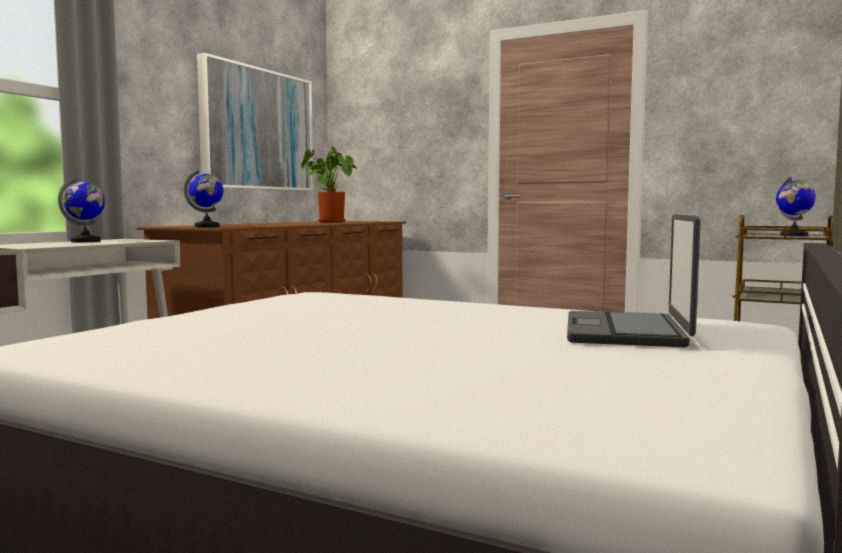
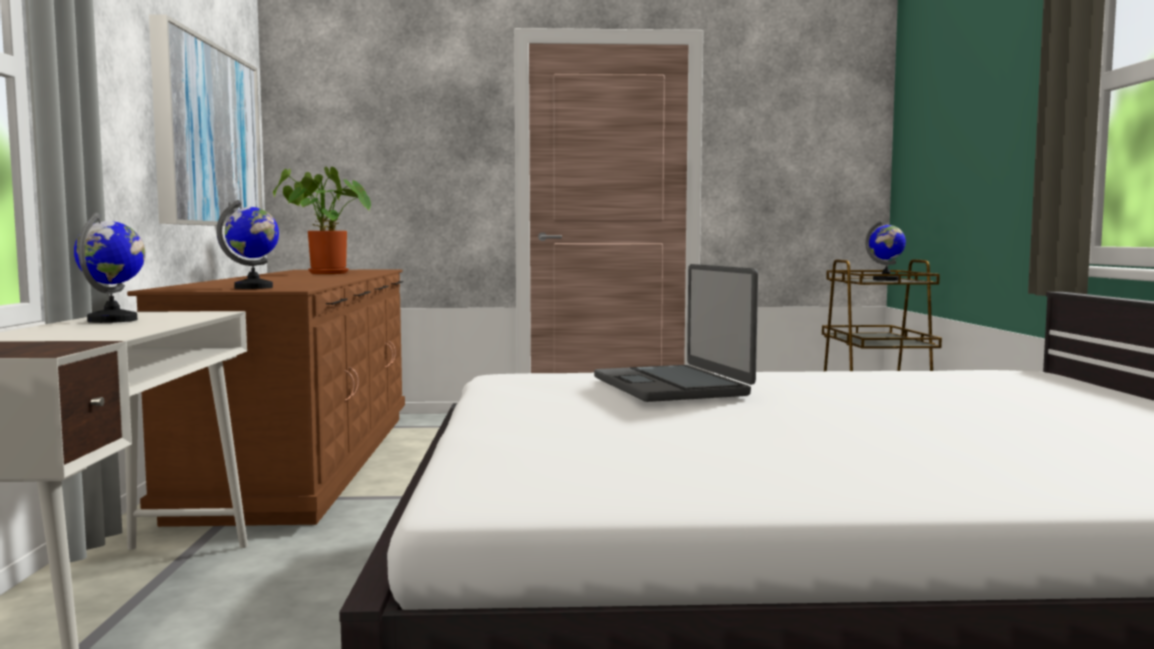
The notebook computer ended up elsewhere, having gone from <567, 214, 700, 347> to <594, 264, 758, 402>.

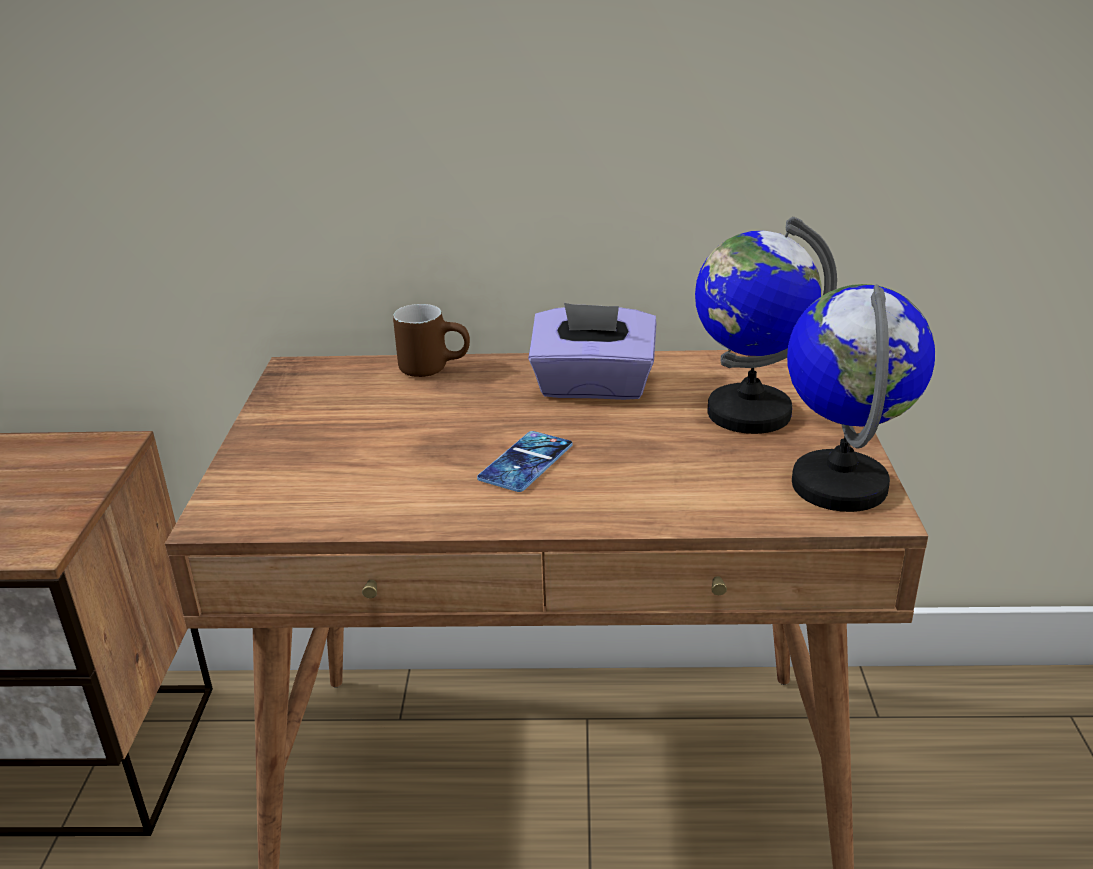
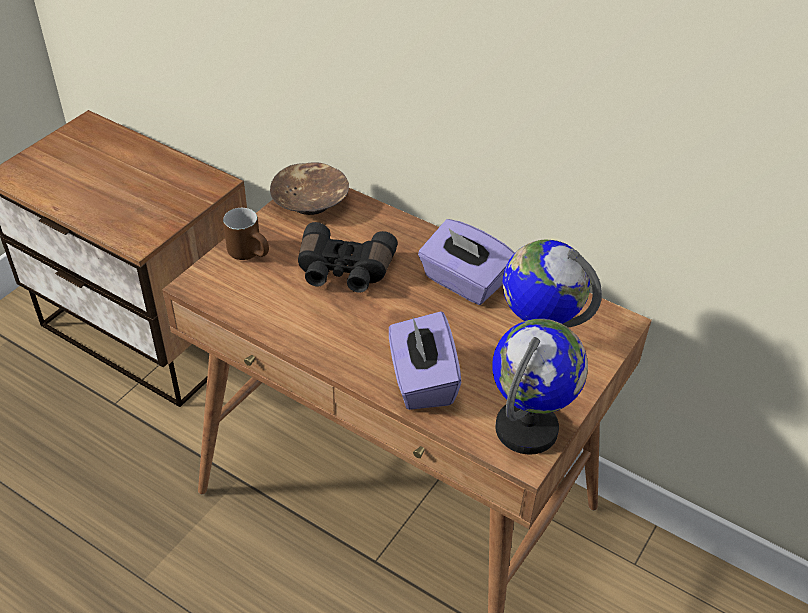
The brownish tea mug ended up elsewhere, having gone from <393, 304, 470, 377> to <223, 208, 269, 260>.
The second view gained the brownish serving bowl at <270, 162, 349, 215>.
The second view gained the black binoculars at <298, 222, 398, 293>.
The second view gained the purplish tissue box at <389, 311, 461, 410>.
The second view lost the handset at <477, 431, 573, 492>.

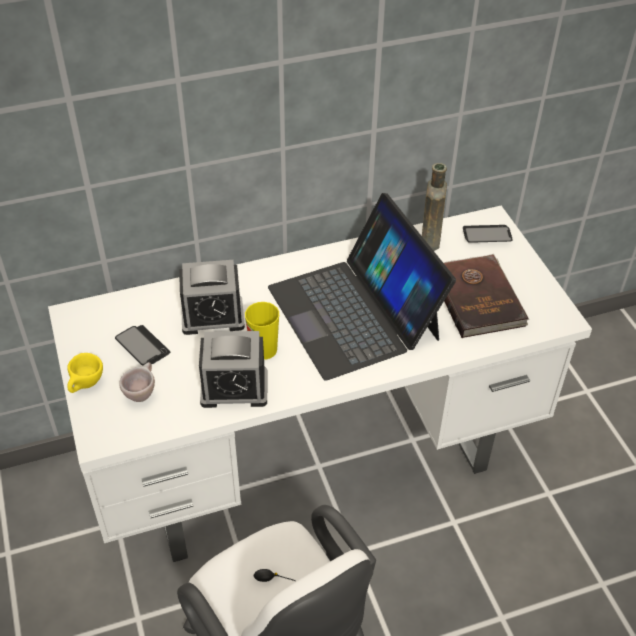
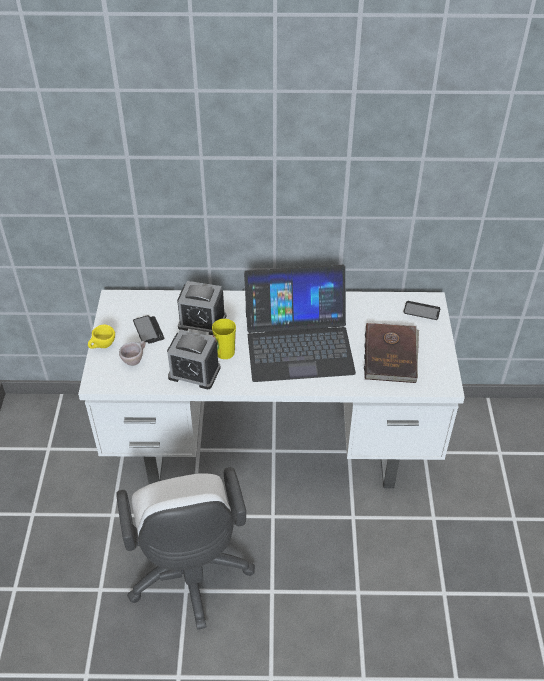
The notebook computer at <268, 193, 456, 381> ended up facing another way, 90 degrees counterclockwise from before.
The second view lost the brownish beverage bottle at <422, 163, 447, 251>.

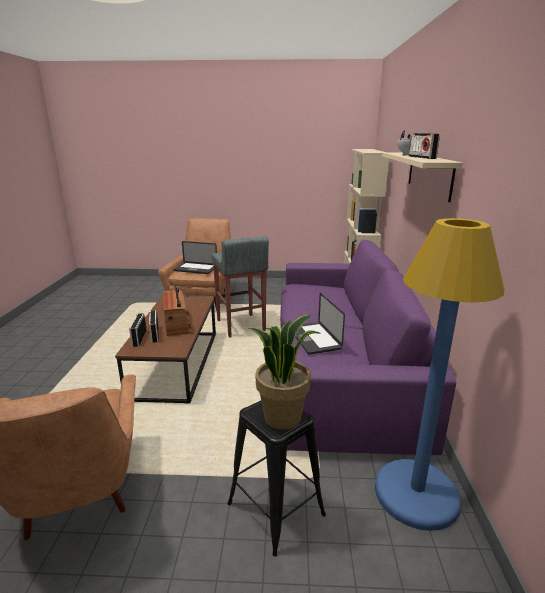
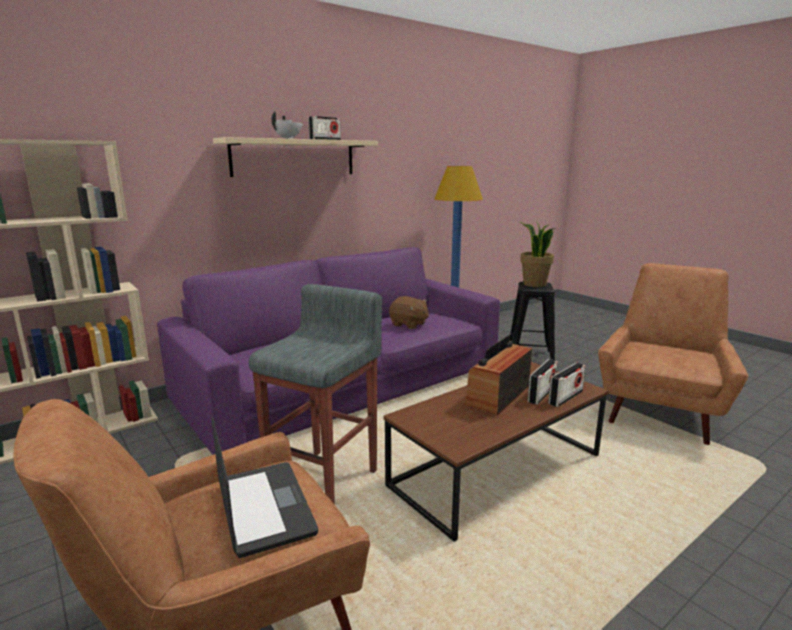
Where the notebook computer stood at <289, 293, 345, 355>, the brownish soft toy came to stand at <389, 296, 429, 329>.

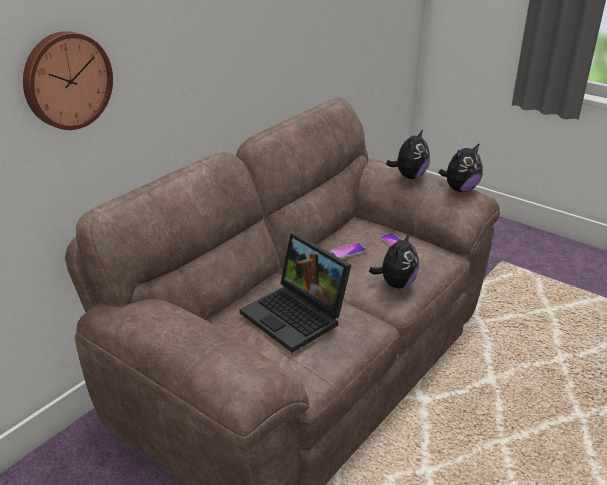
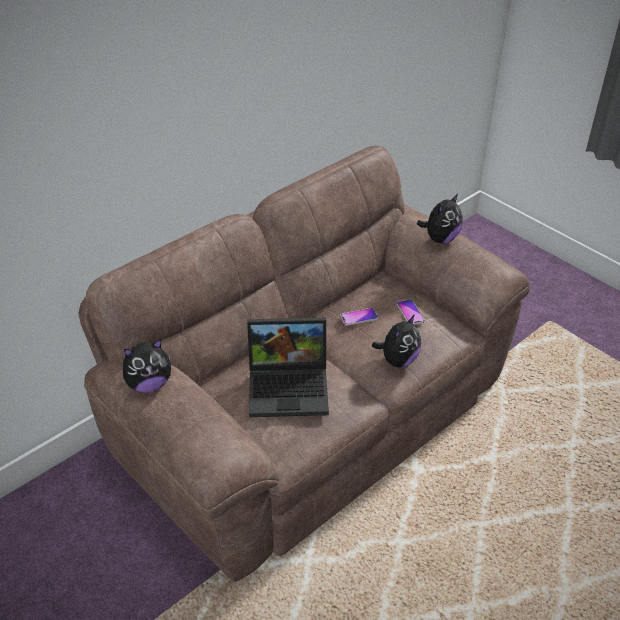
The soft toy ended up elsewhere, having gone from <438, 143, 483, 192> to <123, 339, 171, 393>.
The notebook computer at <240, 233, 351, 353> ended up facing another way, 60 degrees counterclockwise from before.
The second view lost the clock on the wall at <23, 31, 113, 130>.

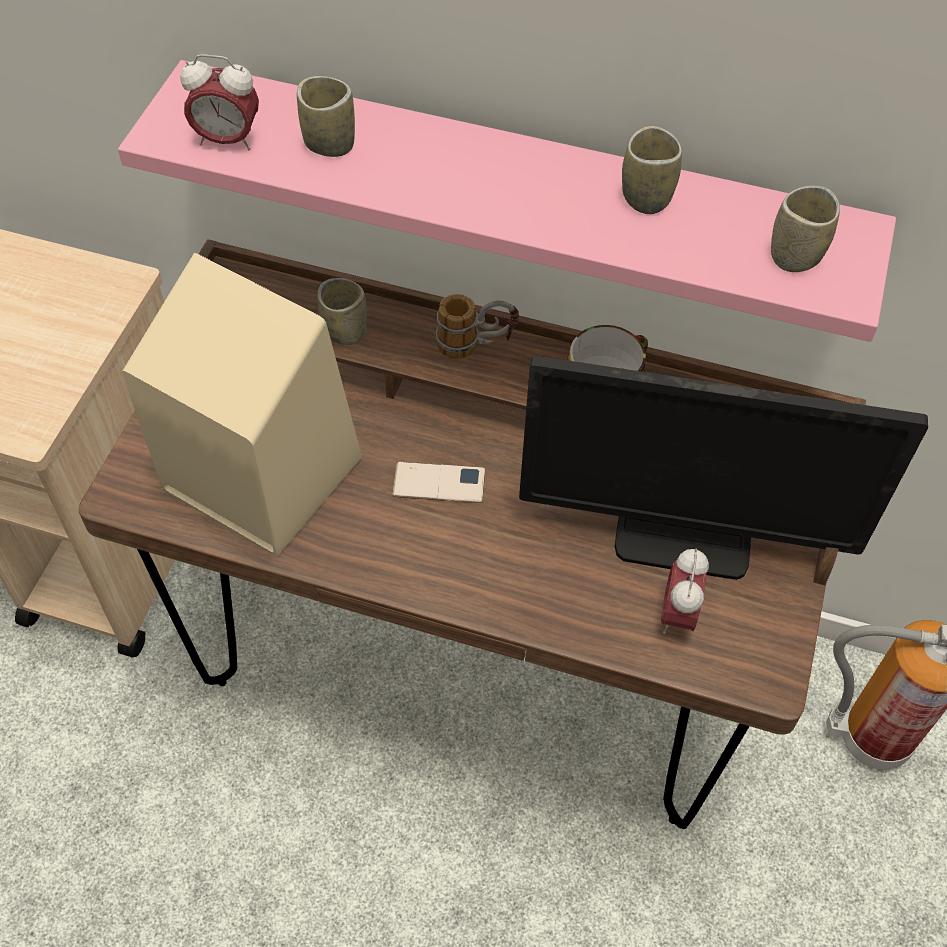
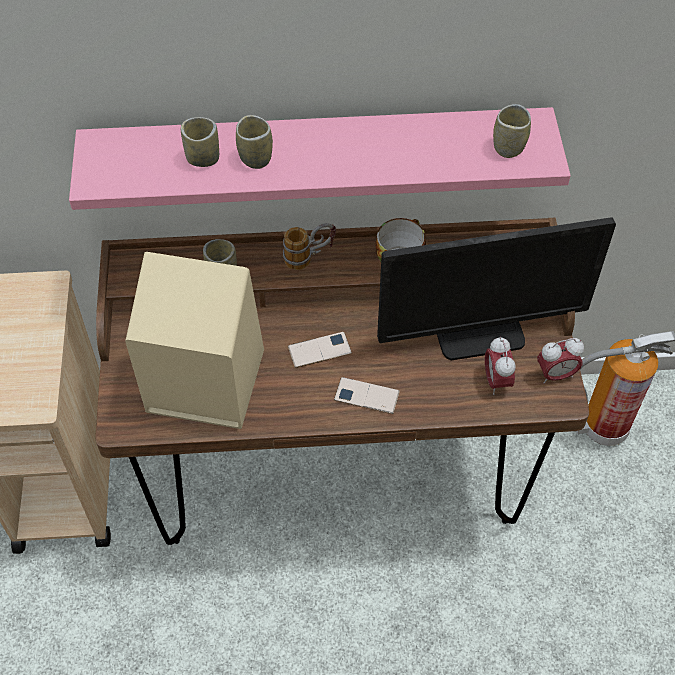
The cup ended up elsewhere, having gone from <622, 126, 682, 214> to <236, 115, 273, 169>.
The second view gained the handset at <334, 377, 400, 414>.
The bedside clock ended up elsewhere, having gone from <180, 54, 259, 150> to <537, 338, 584, 384>.

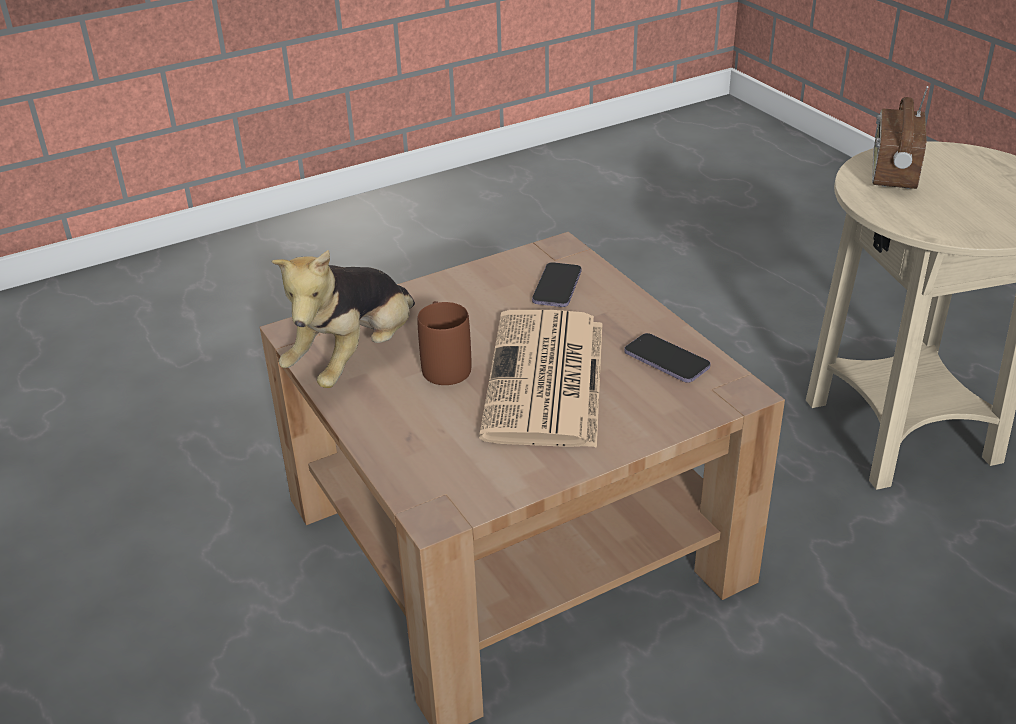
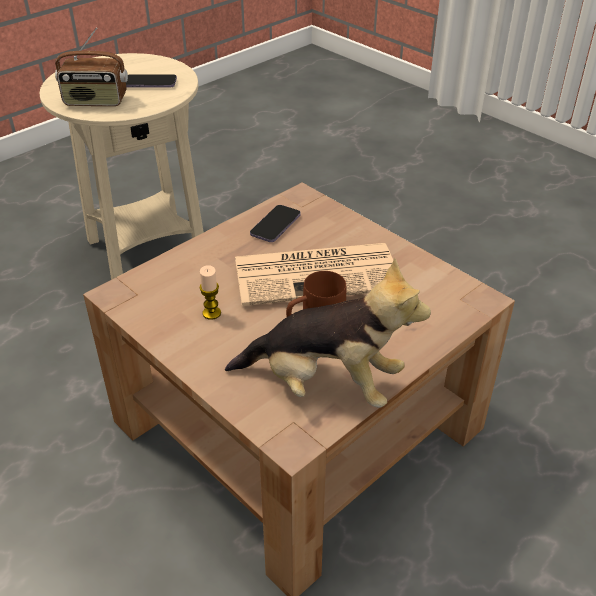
The handset ended up elsewhere, having gone from <532, 262, 582, 307> to <126, 74, 177, 88>.
The second view gained the wax candle at <200, 265, 221, 320>.

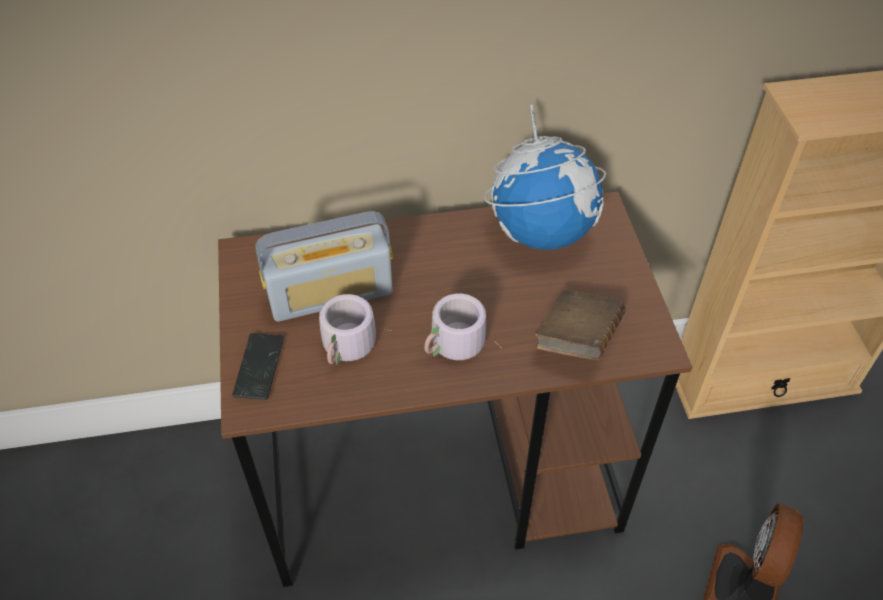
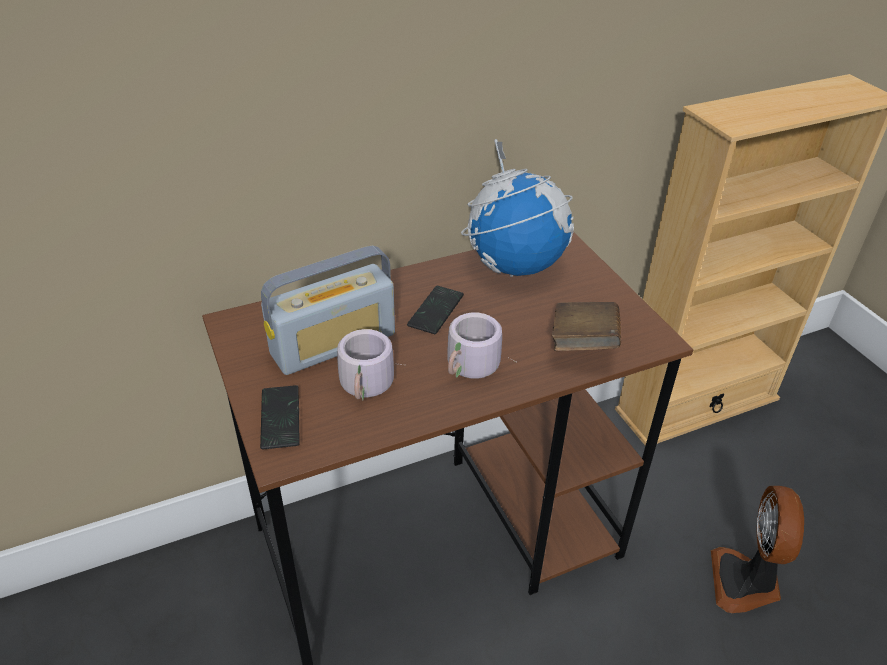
The second view gained the handset at <407, 286, 464, 334>.

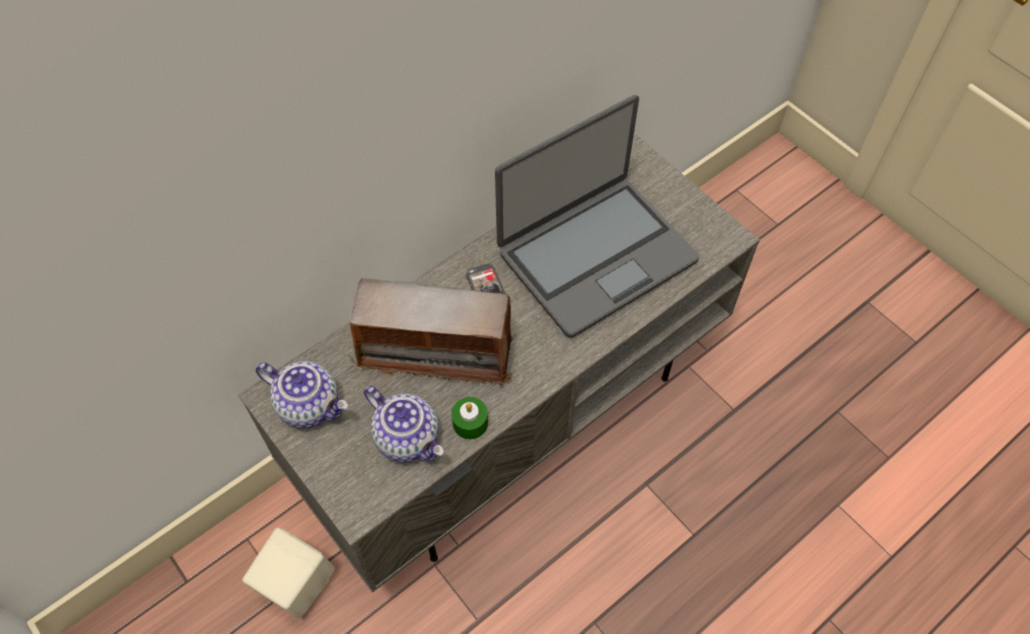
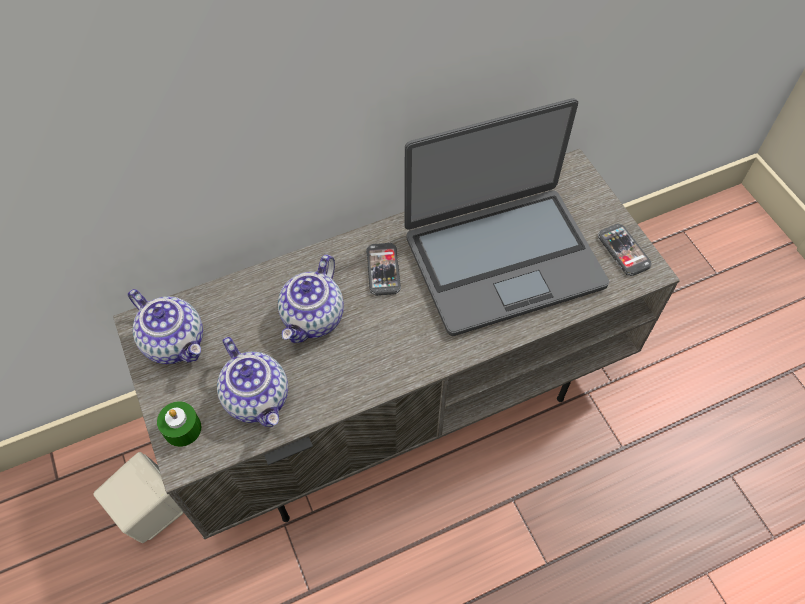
The greenish wax candle ended up elsewhere, having gone from <451, 397, 488, 439> to <157, 402, 201, 447>.
Where the radio stood at <348, 278, 517, 386>, the tea pot came to stand at <278, 255, 344, 343>.
The second view gained the handset at <598, 224, 652, 276>.

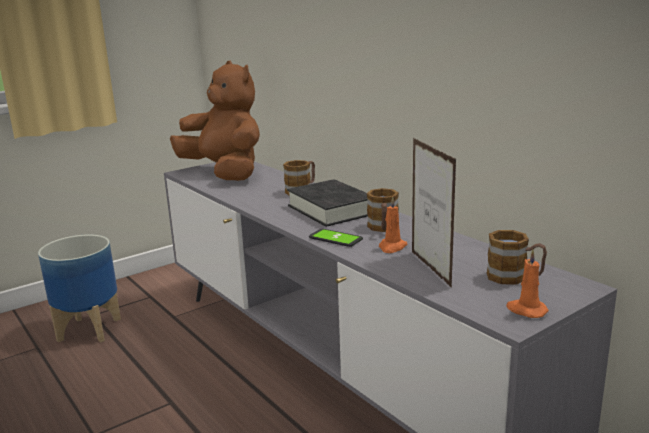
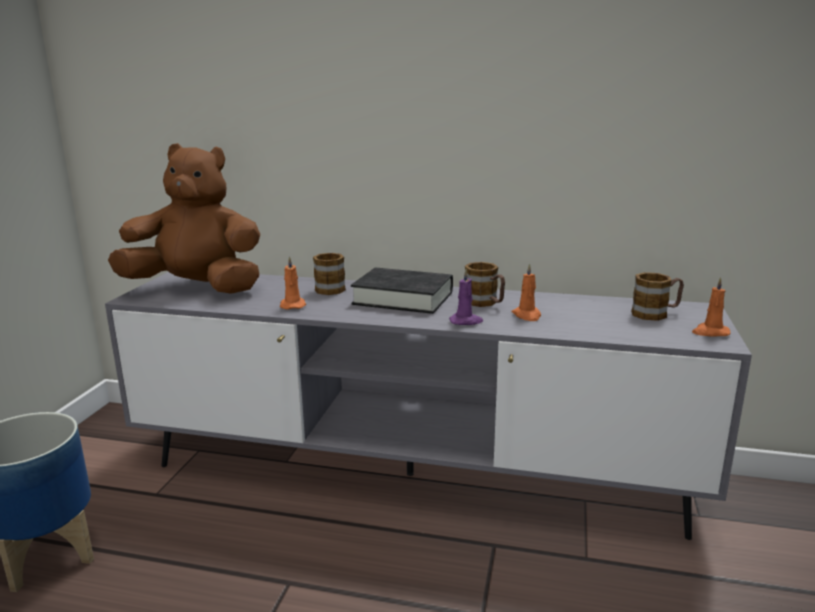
The second view gained the orange-coloured wax candle at <280, 256, 306, 309>.
Where the handset stood at <309, 229, 363, 247>, the purplish wax candle came to stand at <449, 269, 483, 325>.
The second view lost the photo frame at <412, 138, 456, 288>.

